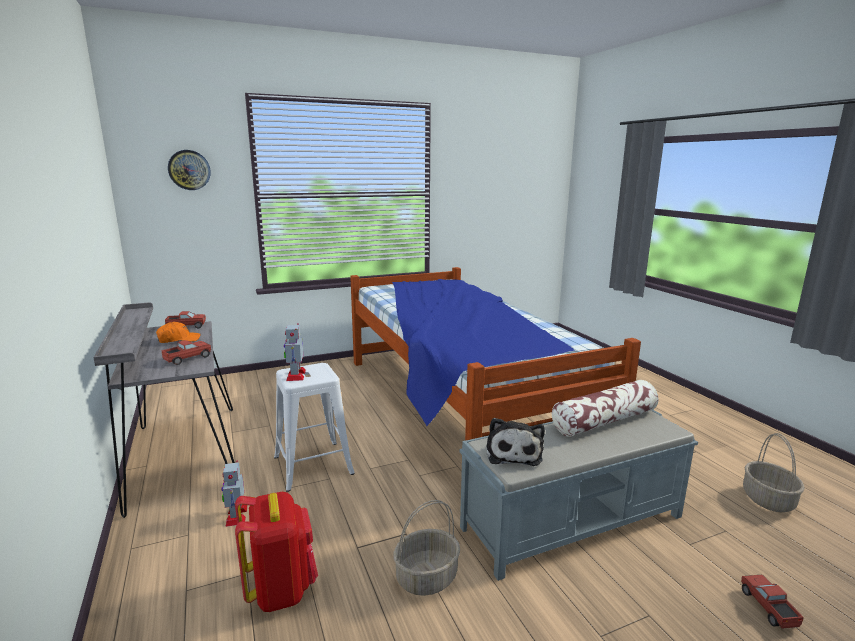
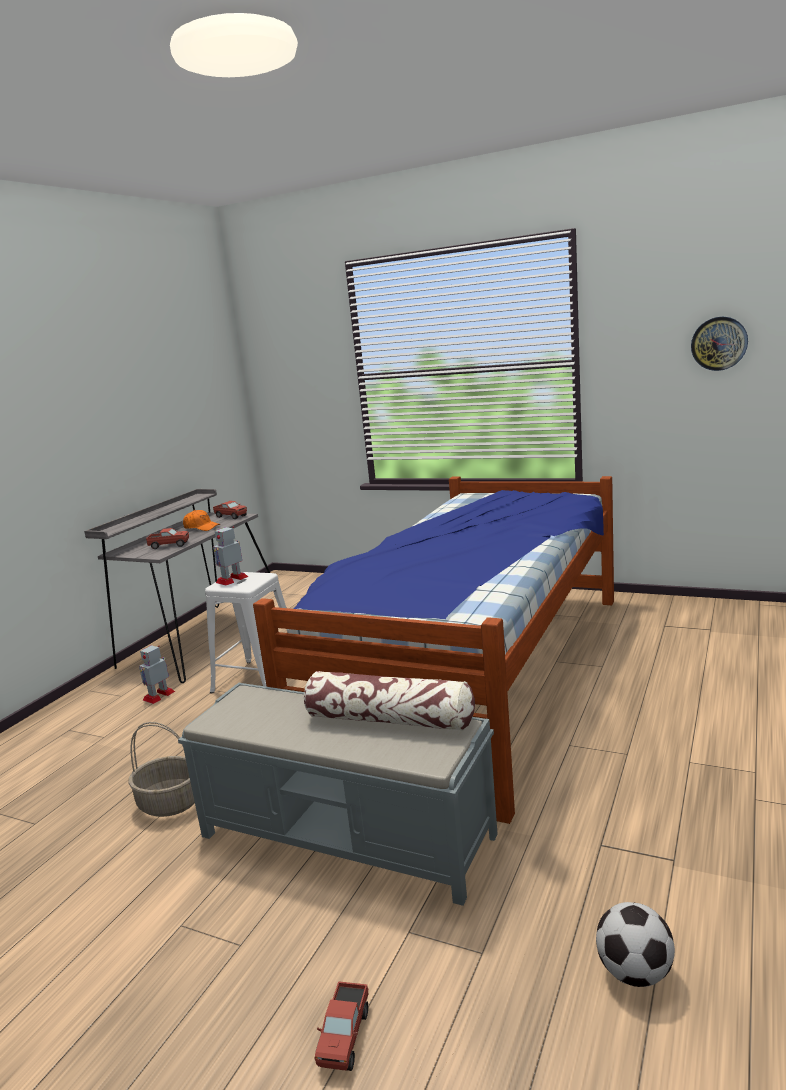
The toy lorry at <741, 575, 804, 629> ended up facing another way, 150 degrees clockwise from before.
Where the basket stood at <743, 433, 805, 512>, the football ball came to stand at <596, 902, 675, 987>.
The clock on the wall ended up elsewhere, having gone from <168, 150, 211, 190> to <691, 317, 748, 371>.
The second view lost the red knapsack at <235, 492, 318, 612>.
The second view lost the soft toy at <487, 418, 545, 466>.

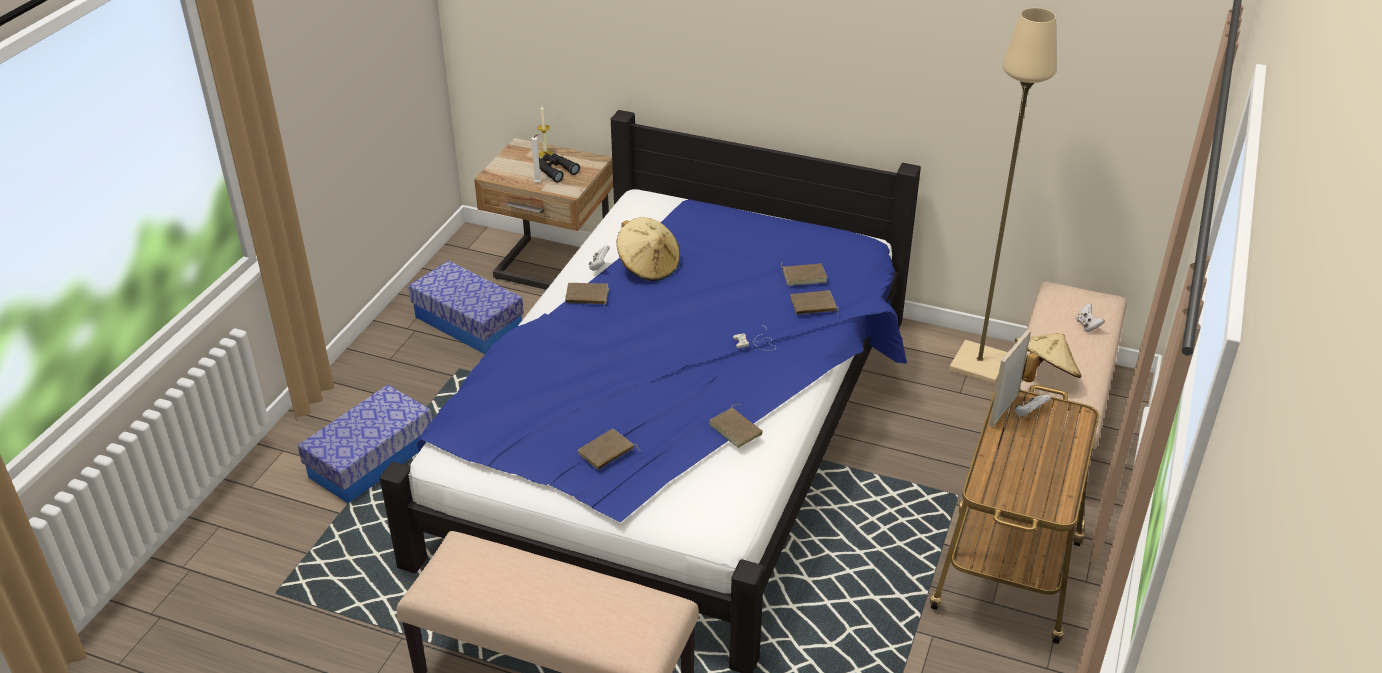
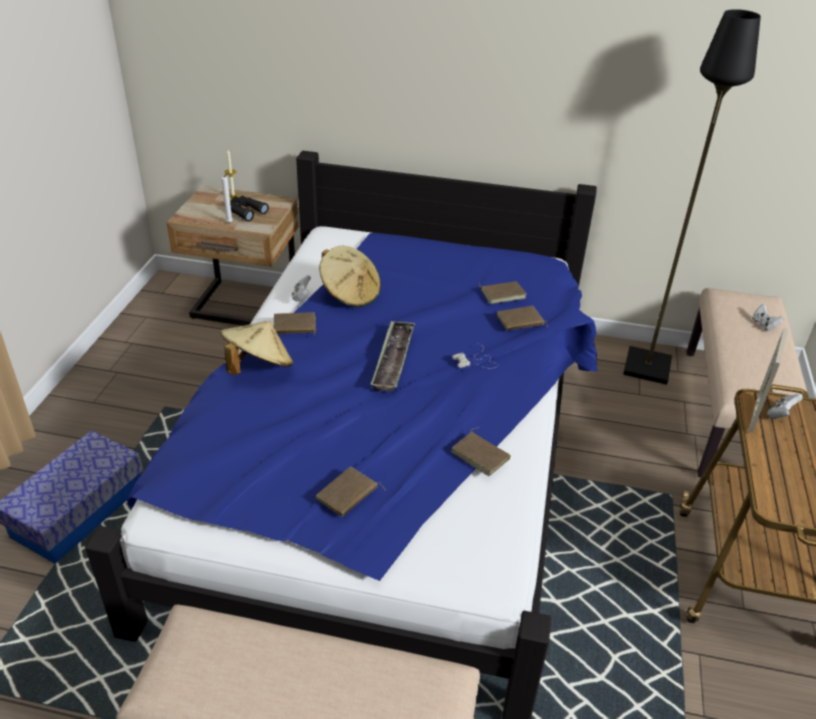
The beige clothing hat ended up elsewhere, having gone from <1015, 333, 1081, 382> to <220, 321, 293, 375>.
The second view gained the tray at <370, 321, 415, 391>.
What was the beige standard lamp at <949, 8, 1057, 384> turned into the black standard lamp at <623, 9, 761, 385>.
The second view lost the storage bin at <408, 261, 524, 354>.

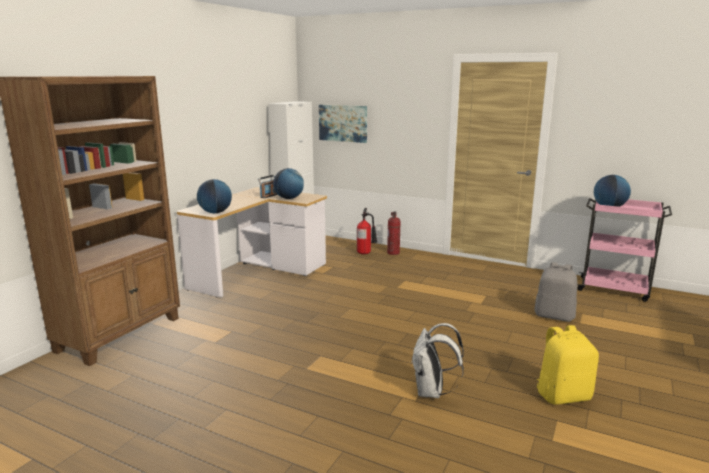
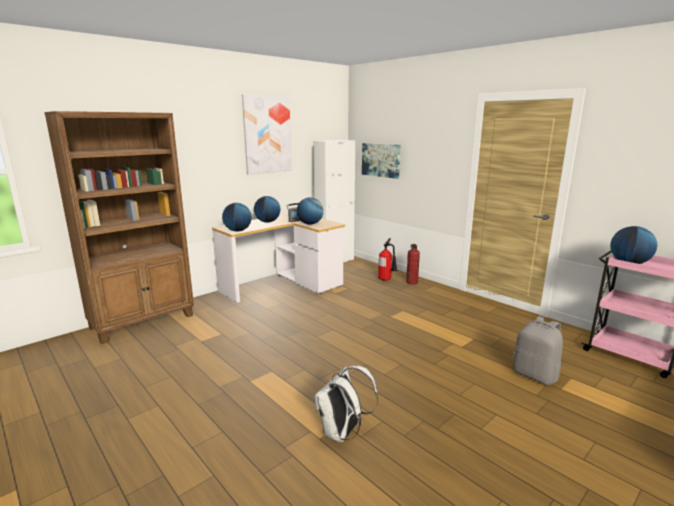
The second view gained the wall picture at <242, 94, 292, 174>.
The second view gained the globe at <254, 196, 280, 222>.
The second view lost the yellow knapsack at <537, 325, 599, 405>.

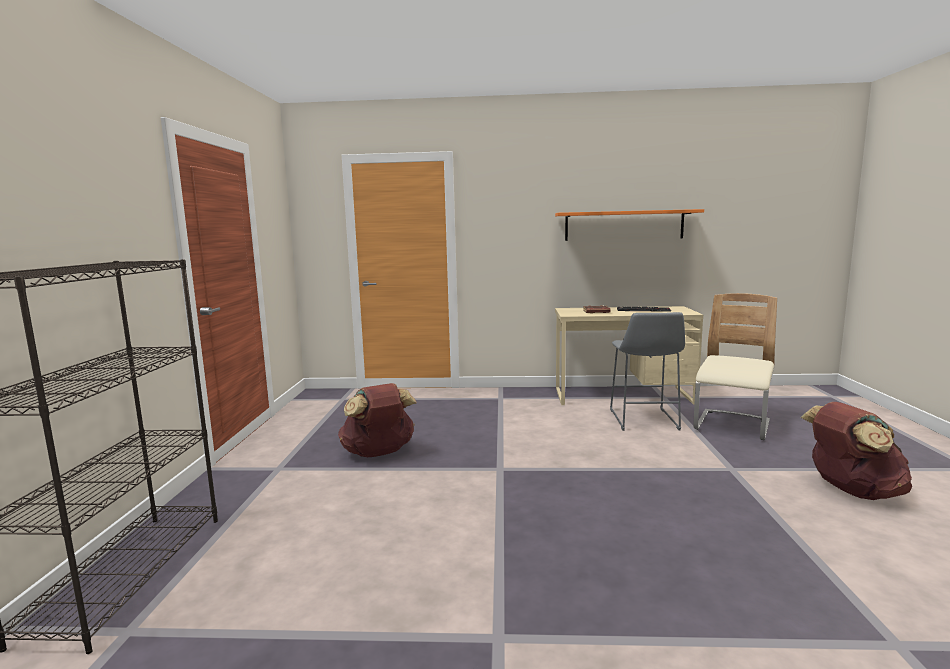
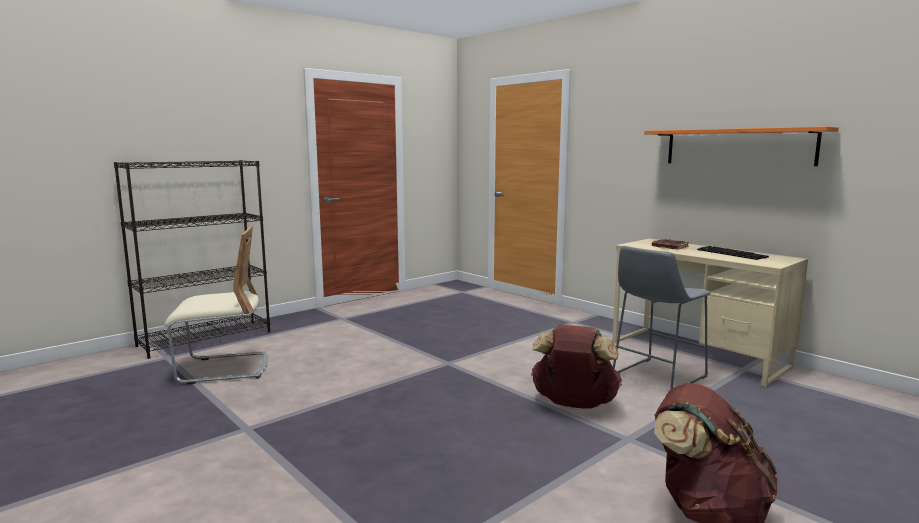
The beige chair ended up elsewhere, having gone from <693, 293, 777, 440> to <165, 225, 268, 384>.
The brownish knapsack ended up elsewhere, having gone from <338, 383, 417, 457> to <531, 324, 622, 409>.

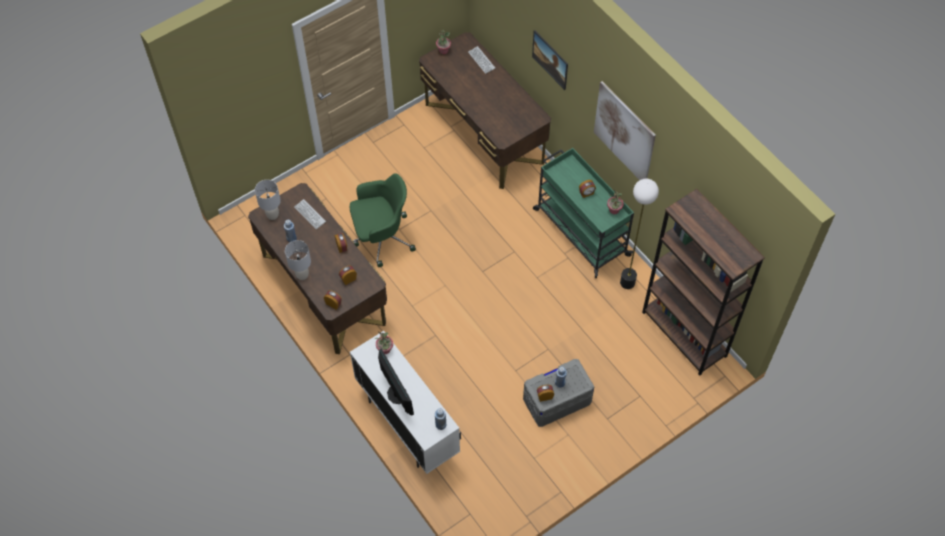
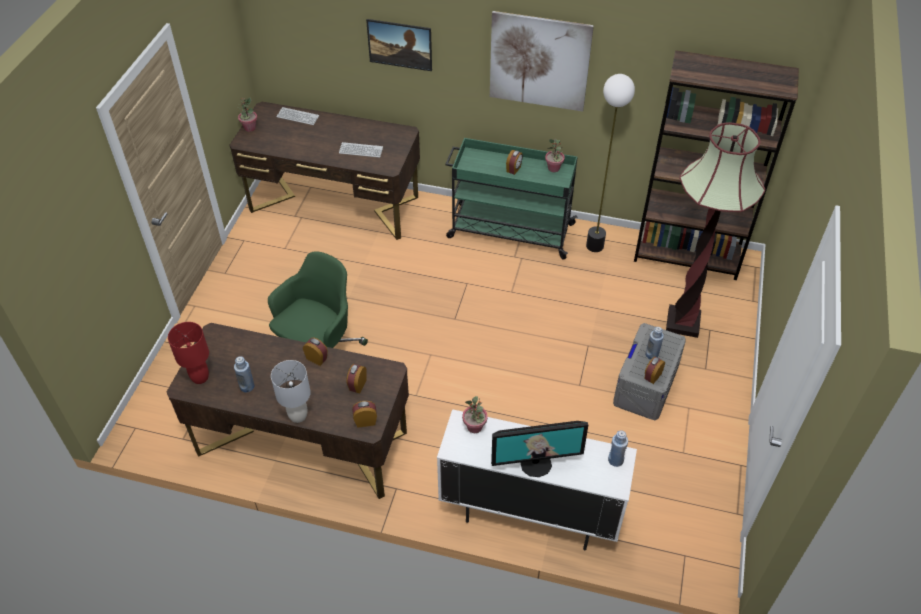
What was the gray table lamp at <255, 180, 281, 220> turned into the red table lamp at <168, 322, 209, 384>.
The keyboard ended up elsewhere, having gone from <294, 199, 326, 229> to <339, 142, 383, 158>.
The monitor at <378, 348, 414, 415> ended up facing another way, 150 degrees clockwise from before.
The second view gained the standard lamp at <666, 122, 765, 338>.

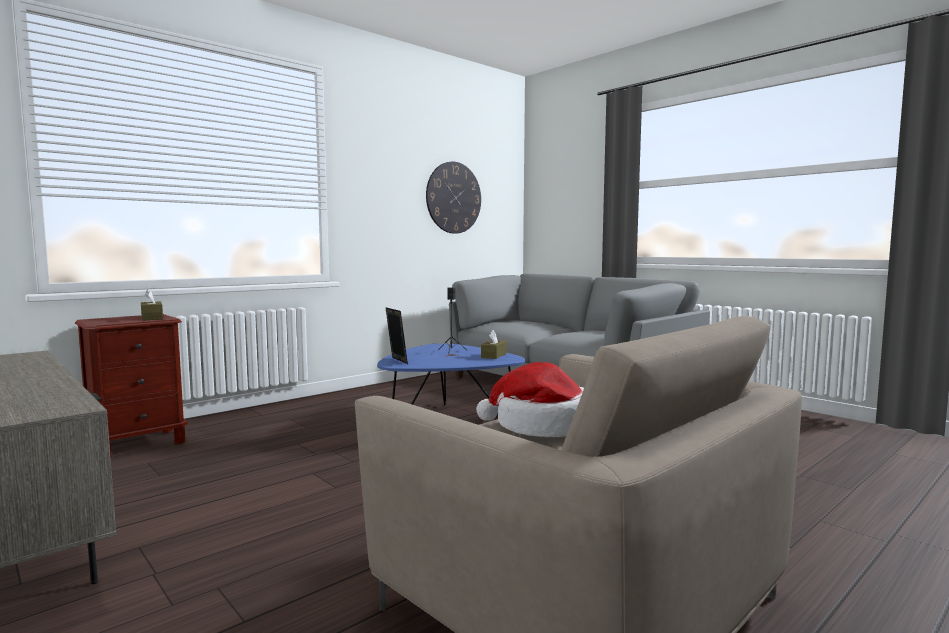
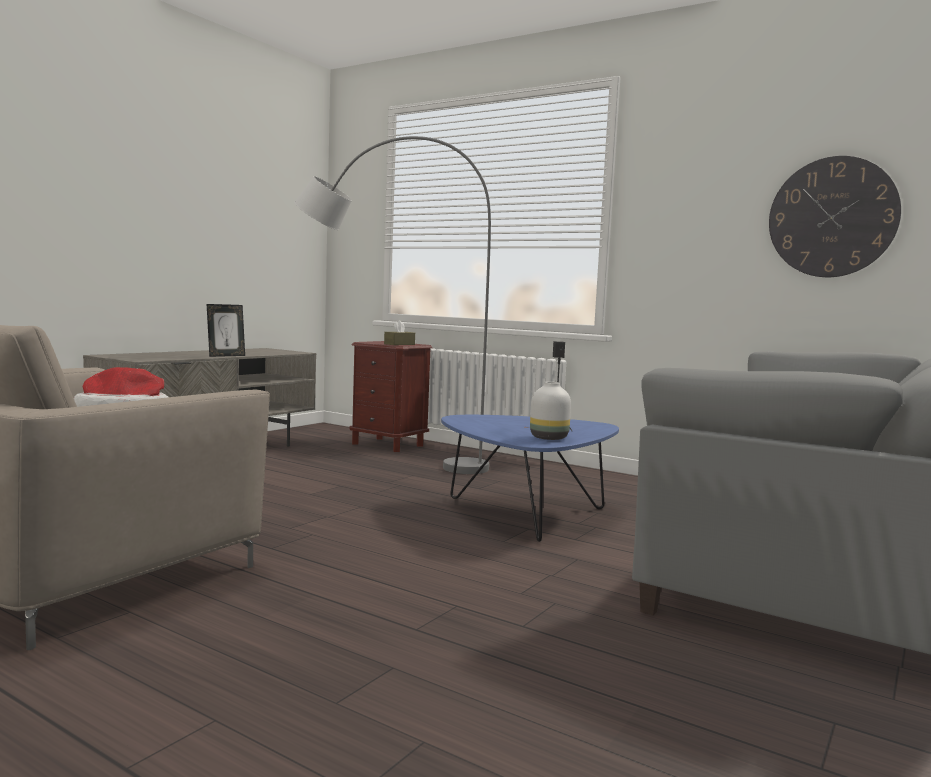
The photo frame ended up elsewhere, having gone from <385, 307, 408, 364> to <207, 304, 245, 357>.
The second view gained the gray standard lamp at <294, 136, 491, 474>.
Where the brownish tissue box stood at <481, 330, 507, 359>, the white vase came to stand at <530, 382, 571, 440>.

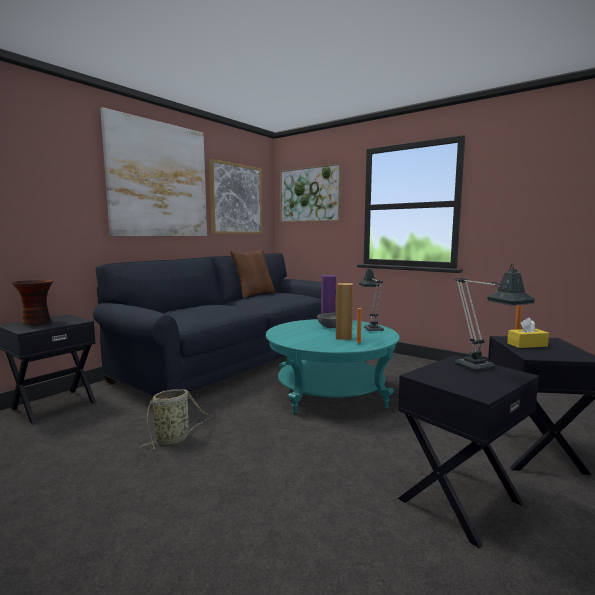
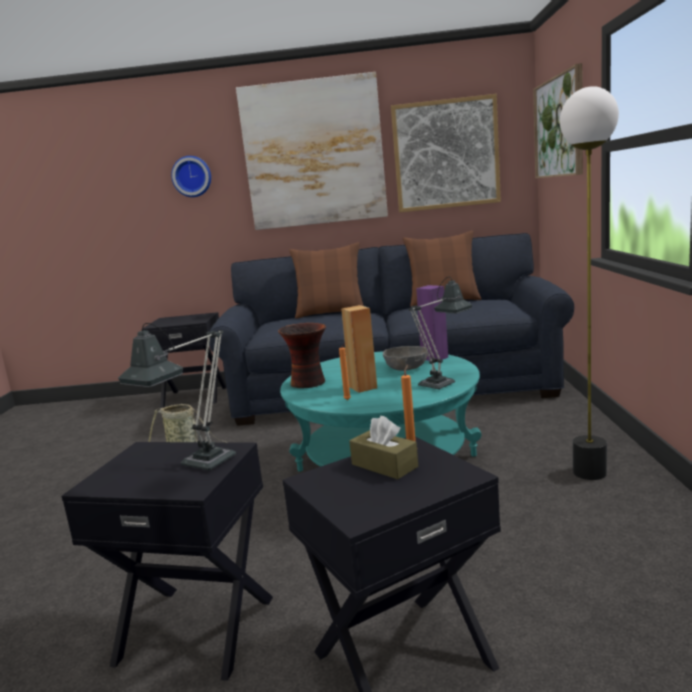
The second view gained the clock on the wall at <171, 156, 211, 197>.
The vase ended up elsewhere, having gone from <12, 280, 53, 325> to <278, 323, 326, 388>.
The second view gained the brownish throw pillow at <289, 242, 364, 319>.
What was the yellow tissue box at <507, 318, 549, 348> turned into the brownish tissue box at <349, 416, 418, 479>.
The second view gained the standard lamp at <560, 86, 619, 480>.

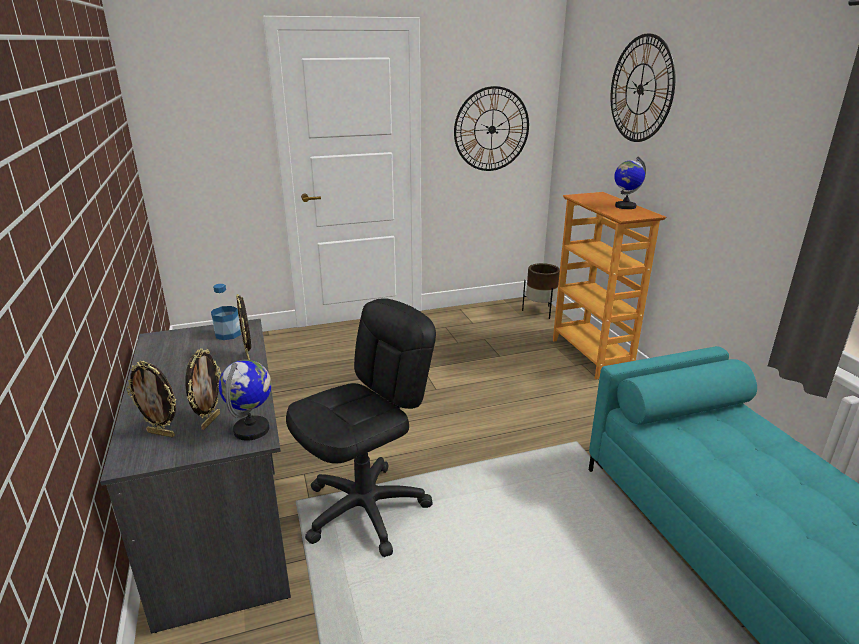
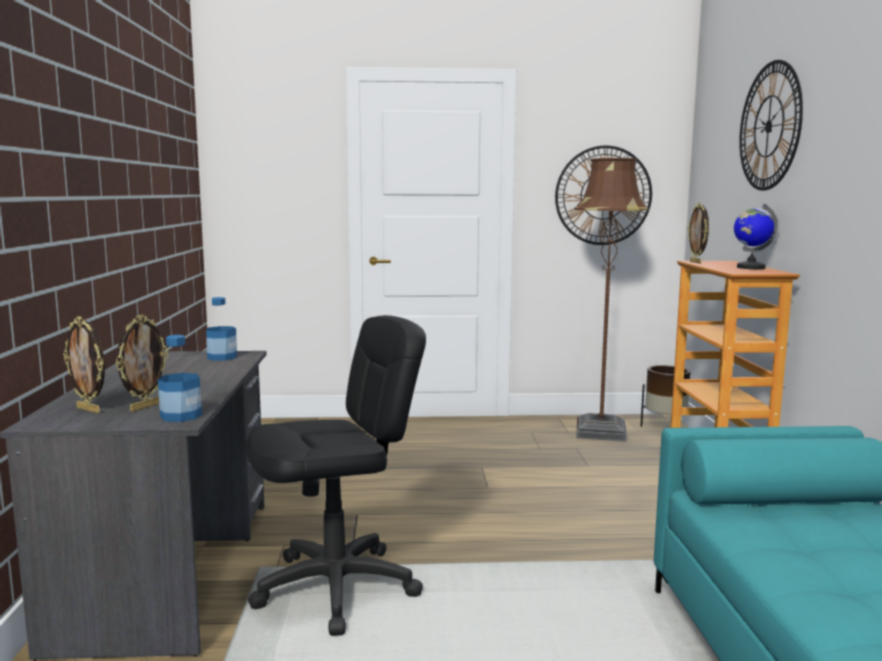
Where the globe stood at <219, 360, 272, 441>, the beverage bottle came to stand at <158, 335, 202, 422>.
The second view gained the brownish standard lamp at <574, 158, 649, 442>.
The photo frame ended up elsewhere, having gone from <236, 294, 251, 360> to <688, 202, 709, 264>.

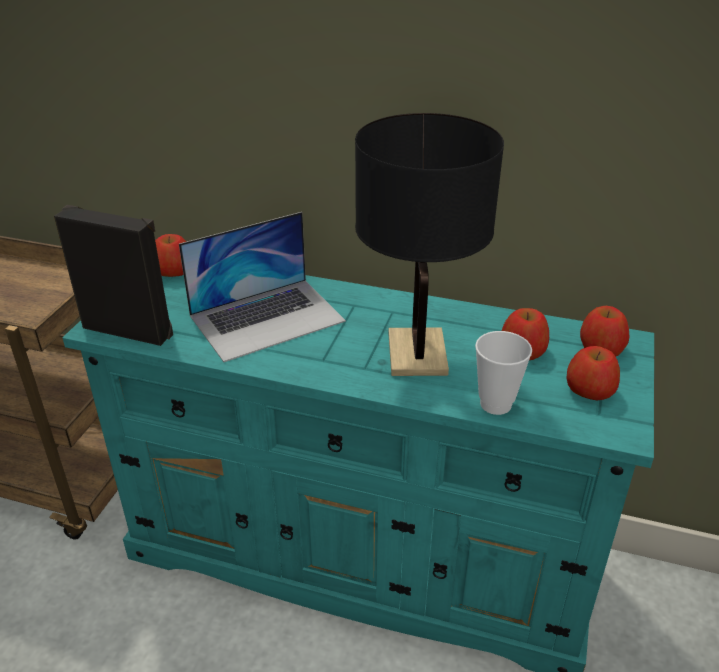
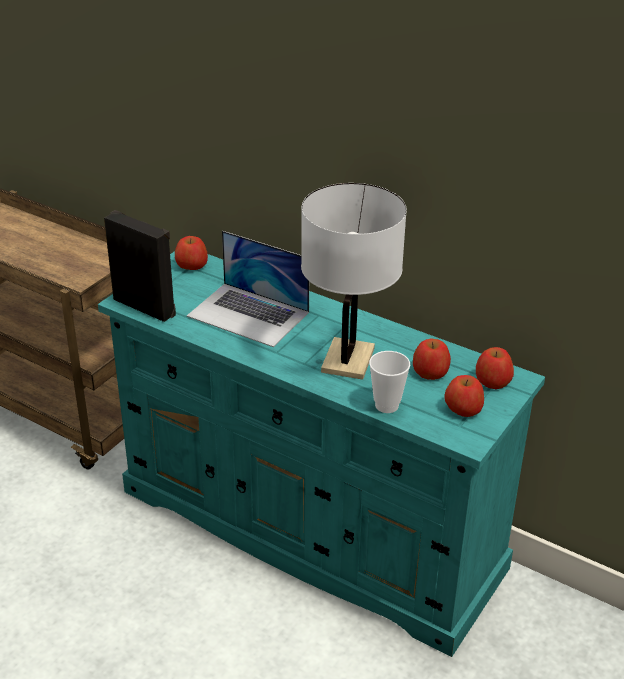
The notebook computer at <179, 212, 346, 362> ended up facing another way, 45 degrees clockwise from before.
What was the black table lamp at <355, 113, 504, 376> turned into the white table lamp at <301, 183, 407, 380>.

